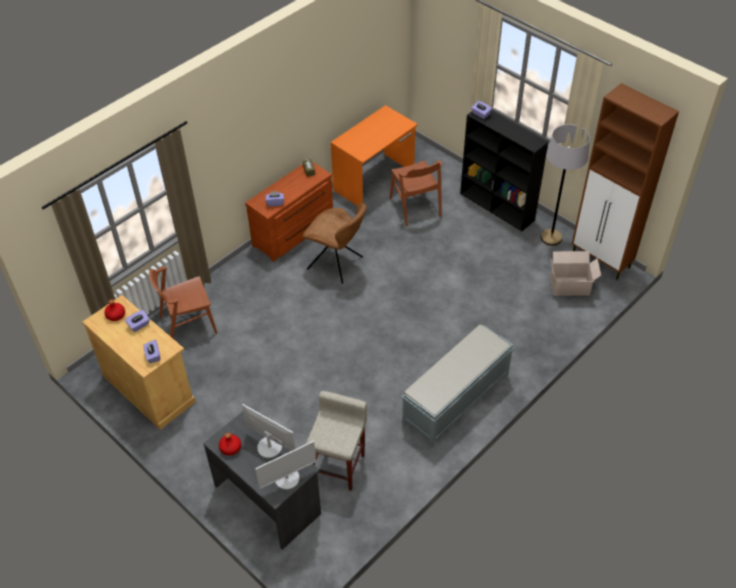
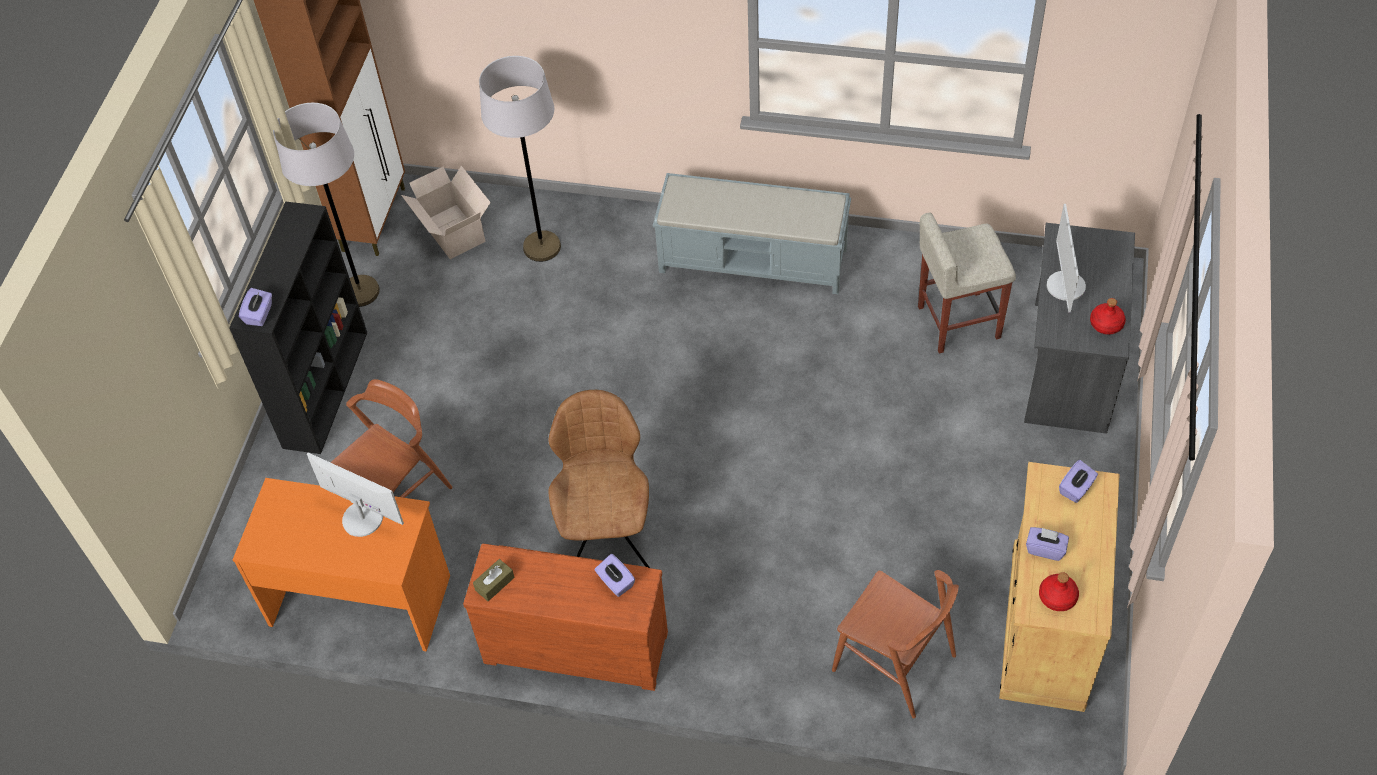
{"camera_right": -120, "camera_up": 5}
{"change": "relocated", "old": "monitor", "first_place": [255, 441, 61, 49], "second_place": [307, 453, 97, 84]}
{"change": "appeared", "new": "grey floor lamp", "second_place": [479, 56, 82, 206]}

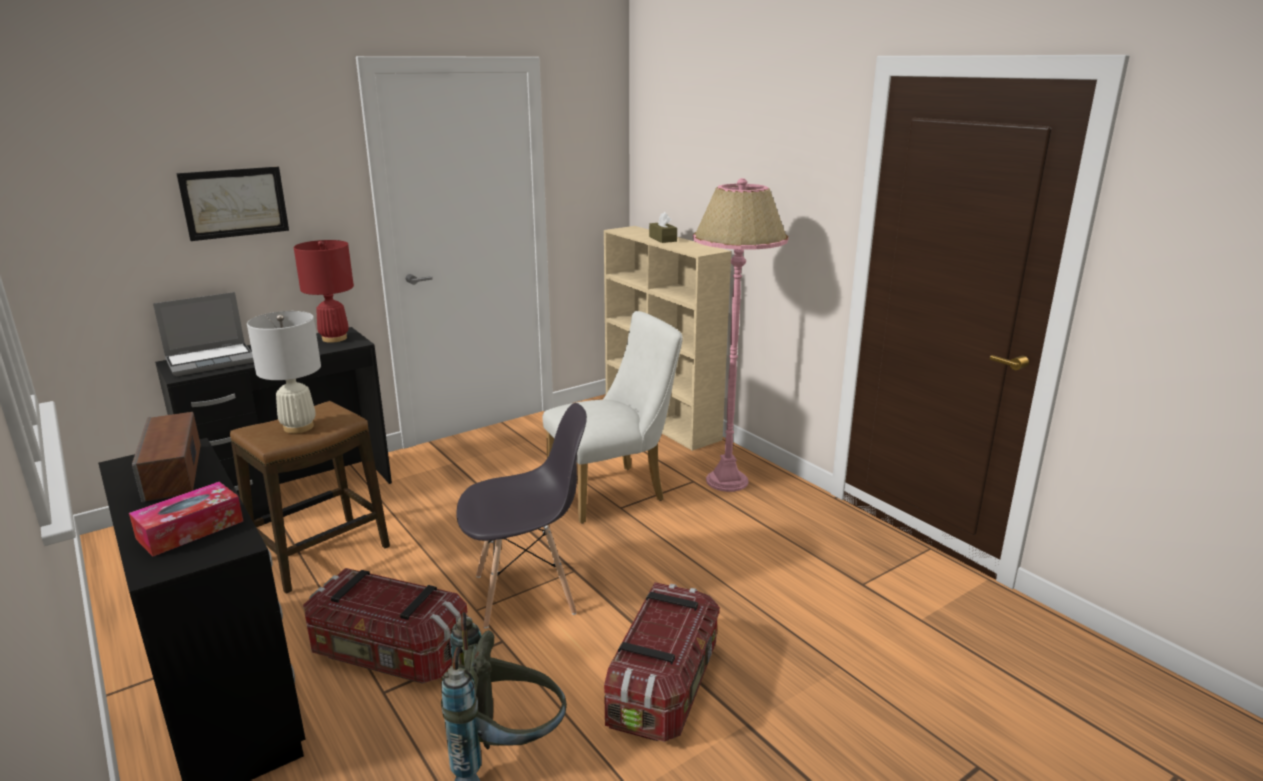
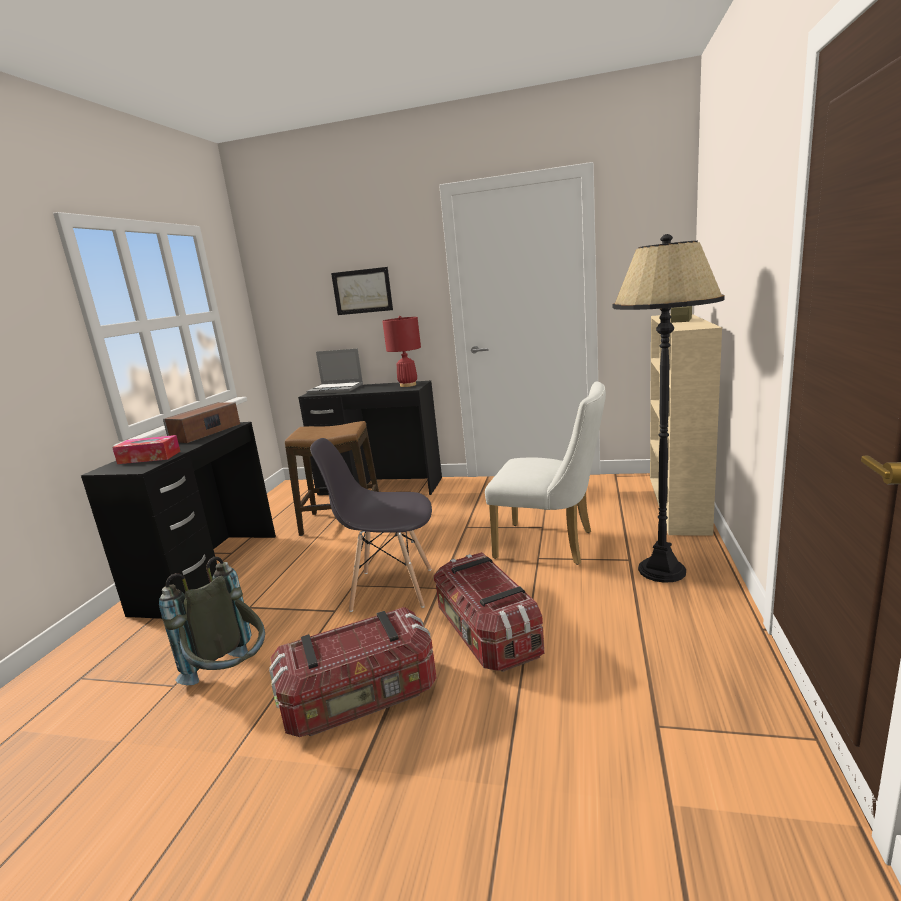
{"camera_right": 50, "camera_up": -5}
{"change": "colour", "old": "pink floor lamp", "new": "black floor lamp", "first_place": [693, 178, 95, 314], "second_place": [612, 234, 113, 349]}
{"change": "missing", "old": "white table lamp", "first_place": [247, 311, 74, 122]}
{"change": "spun", "old": "grey chair", "first_place": [456, 403, 131, 225], "second_place": [310, 438, 122, 174], "degrees": 150}
{"change": "relocated", "old": "storage box", "first_place": [303, 568, 165, 116], "second_place": [434, 552, 110, 120]}

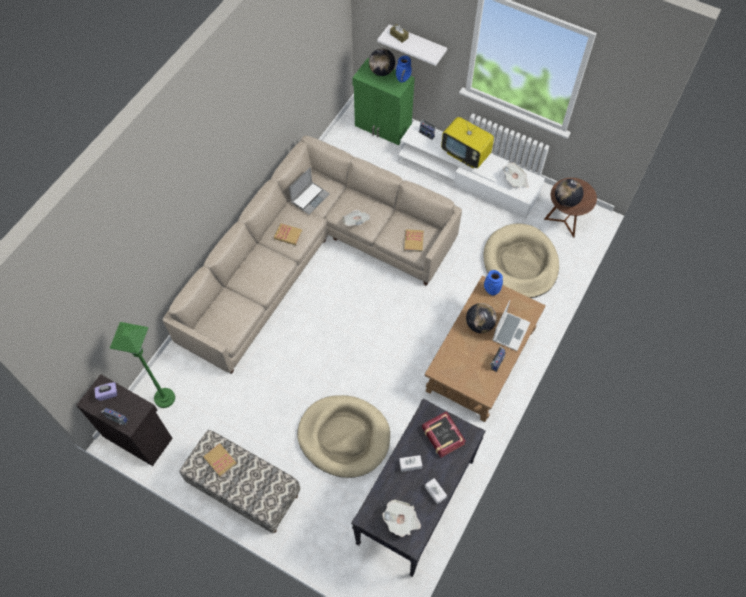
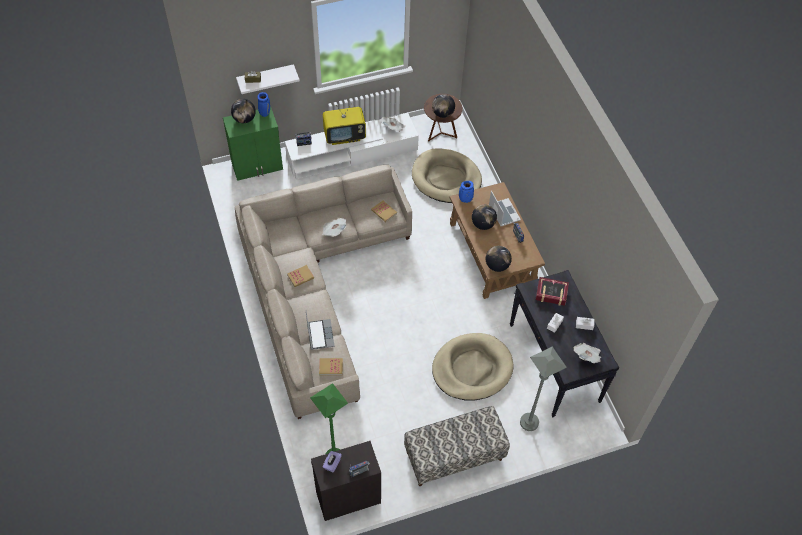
{"camera_right": -50, "camera_up": -5}
{"change": "relocated", "old": "laptop", "first_place": [289, 167, 41, 48], "second_place": [306, 311, 29, 39]}
{"change": "relocated", "old": "book", "first_place": [203, 443, 34, 34], "second_place": [319, 358, 24, 17]}
{"change": "appeared", "new": "globe", "second_place": [486, 246, 26, 26]}
{"change": "appeared", "new": "grey floor lamp", "second_place": [520, 347, 47, 84]}

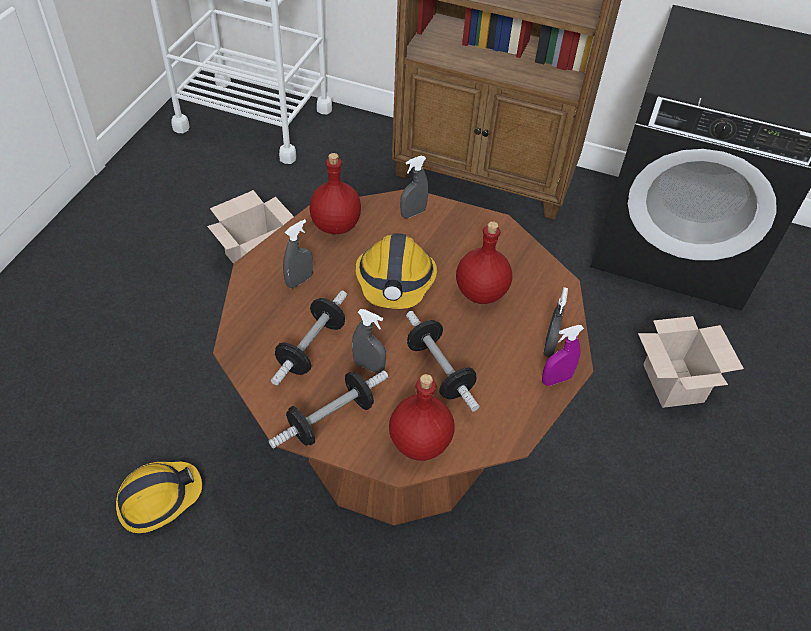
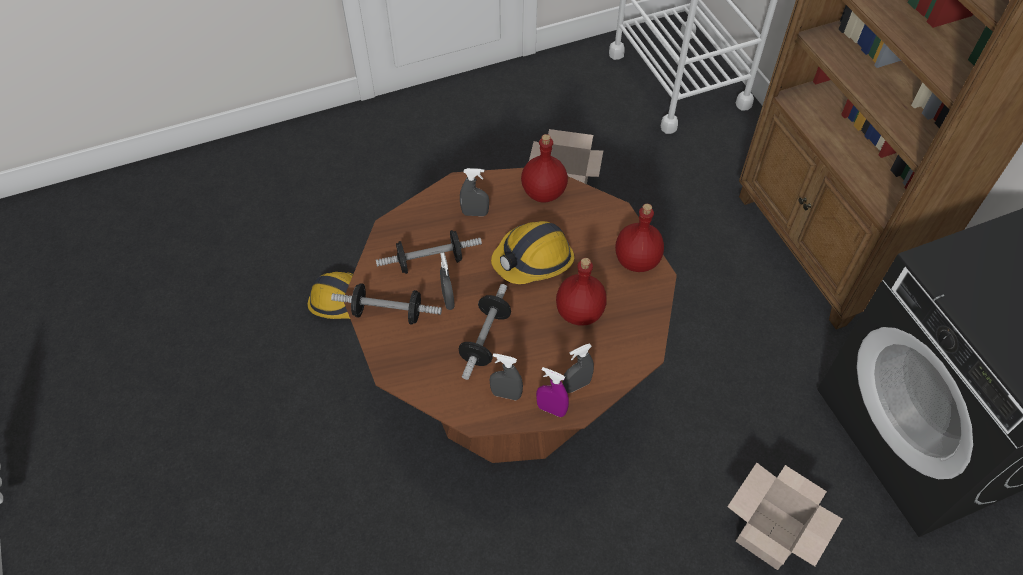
{"camera_right": 50, "camera_up": 5}
{"change": "relocated", "old": "grey spray bottle", "first_place": [400, 156, 28, 62], "second_place": [489, 353, 34, 47]}
{"change": "relocated", "old": "red bottle", "first_place": [389, 374, 66, 87], "second_place": [615, 204, 49, 68]}

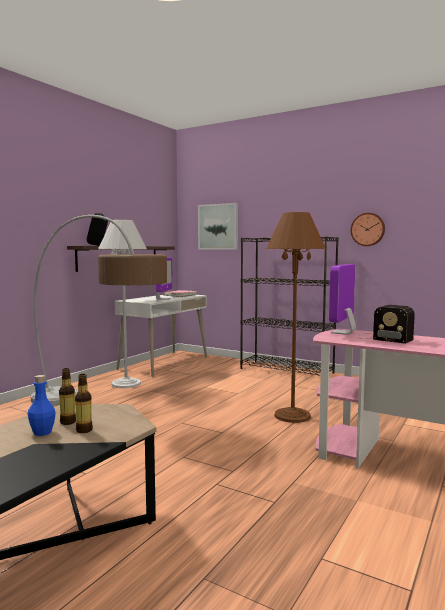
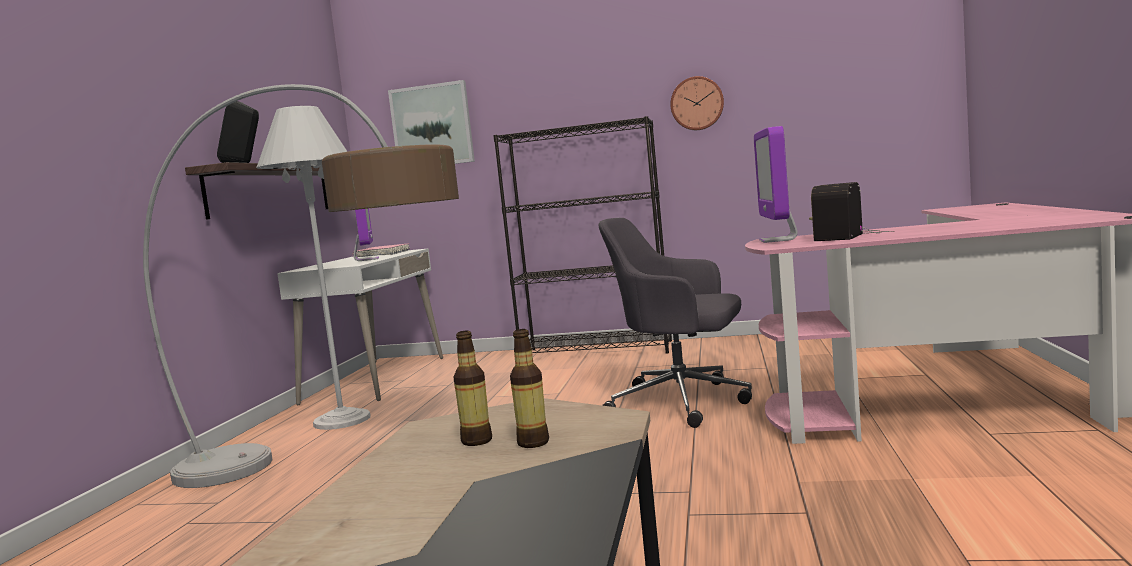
{"camera_right": -20, "camera_up": 0}
{"change": "exchanged", "old": "brown floor lamp", "new": "grey office chair", "first_place": [266, 212, 60, 211], "second_place": [599, 218, 153, 210]}
{"change": "spun", "old": "radio", "first_place": [357, 305, 58, 39], "second_place": [809, 182, 85, 59], "degrees": 105}
{"change": "missing", "old": "blue bottle", "first_place": [28, 375, 28, 61]}

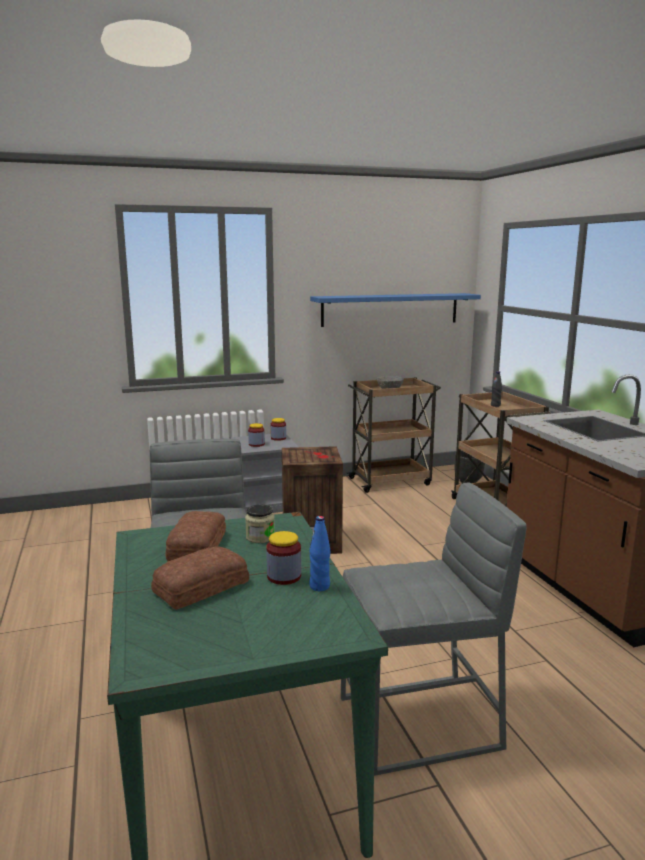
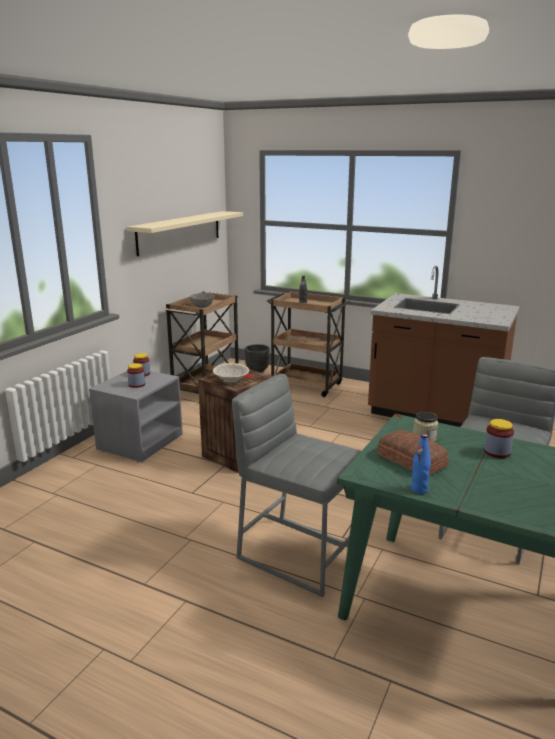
{"camera_right": -45, "camera_up": 5}
{"change": "colour", "old": "blue shelf", "new": "beige shelf", "first_place": [310, 293, 171, 34], "second_place": [127, 211, 116, 45]}
{"change": "relocated", "old": "blue bottle", "first_place": [309, 516, 21, 75], "second_place": [411, 434, 20, 60]}
{"change": "missing", "old": "bread", "first_place": [151, 546, 98, 64]}
{"change": "appeared", "new": "beige bowl", "second_place": [213, 363, 36, 20]}

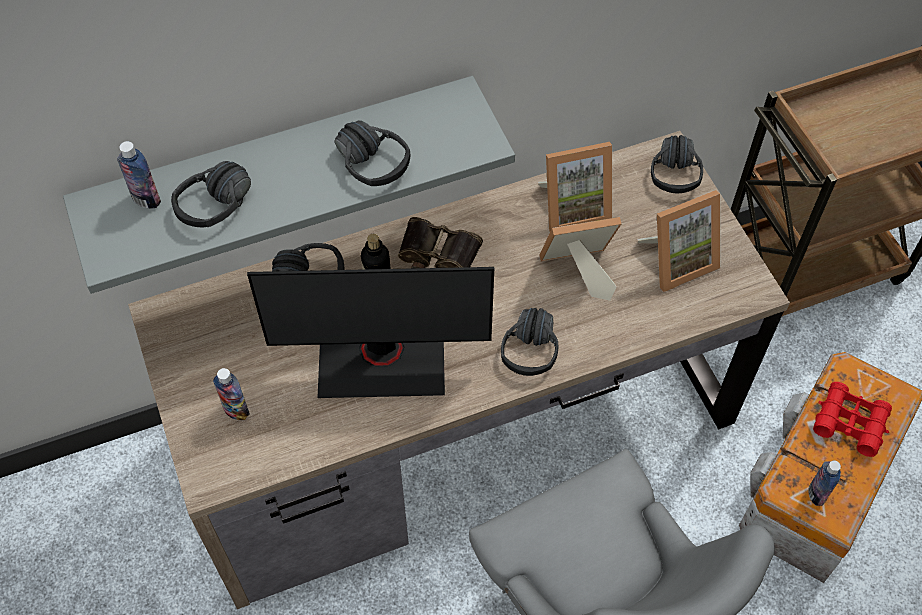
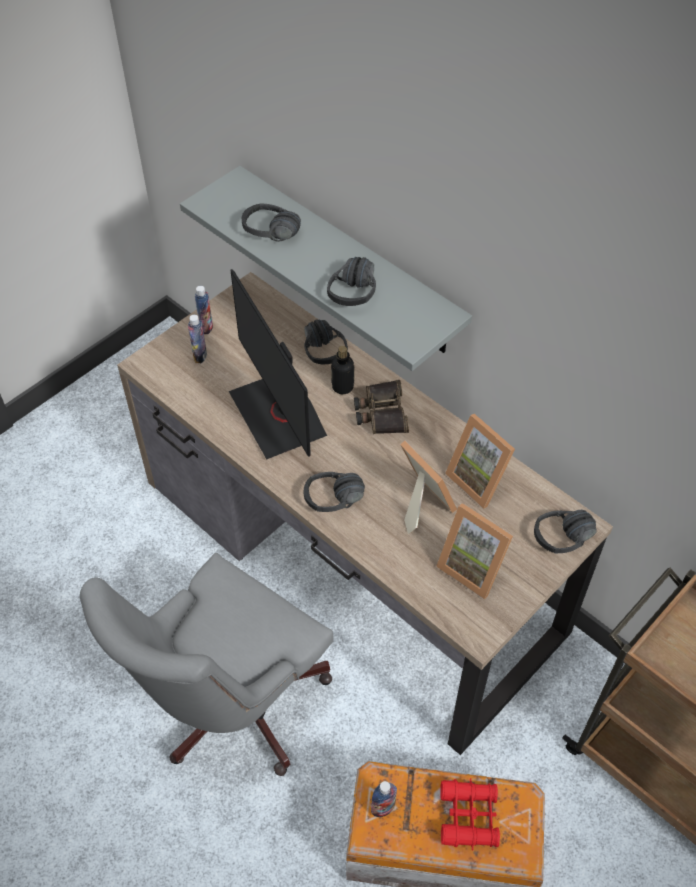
{"camera_right": 65, "camera_up": -5}
{"change": "relocated", "old": "bottle", "first_place": [117, 141, 44, 67], "second_place": [195, 286, 18, 48]}

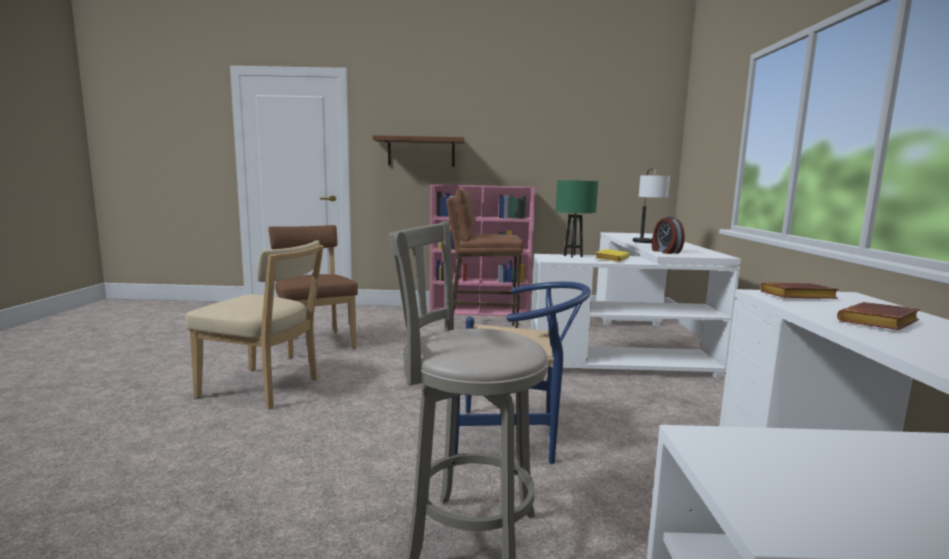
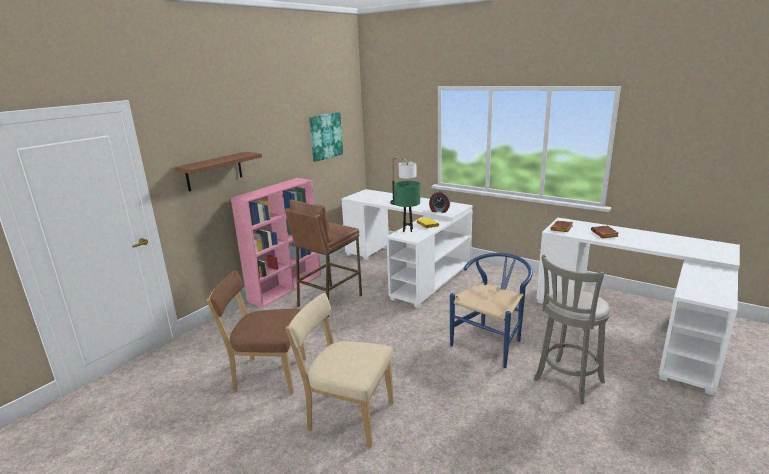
{"camera_right": -55, "camera_up": 10}
{"change": "spun", "old": "beige chair", "first_place": [185, 240, 139, 169], "second_place": [286, 293, 108, 155], "degrees": -120}
{"change": "appeared", "new": "picture", "second_place": [309, 112, 34, 50]}

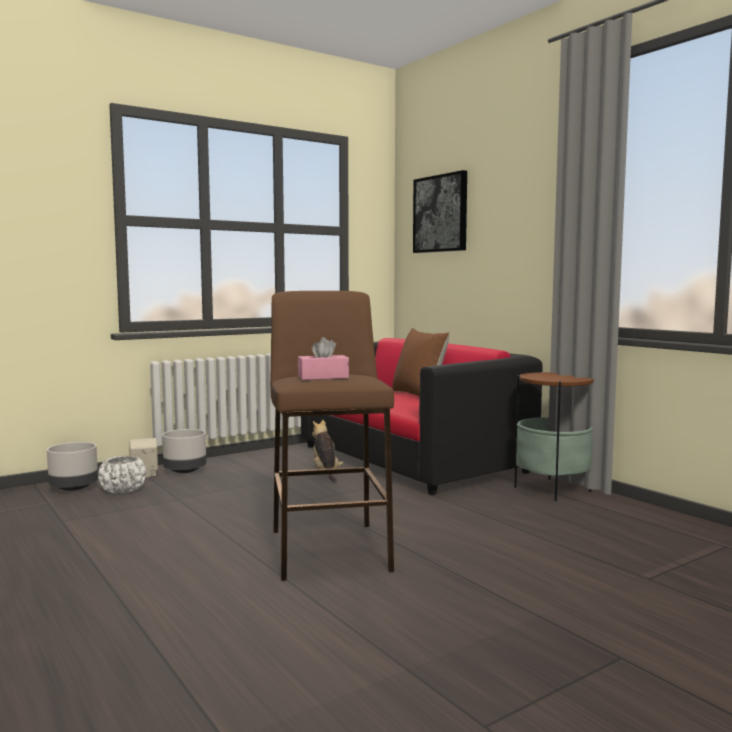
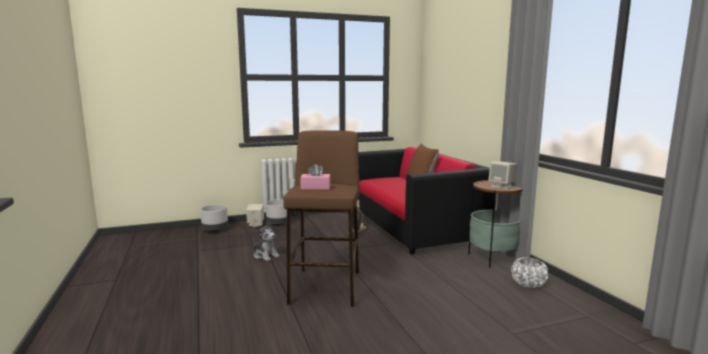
{"camera_right": 15, "camera_up": 5}
{"change": "missing", "old": "picture", "first_place": [413, 170, 54, 83]}
{"change": "relocated", "old": "white planter", "first_place": [98, 456, 48, 38], "second_place": [511, 257, 37, 31]}
{"change": "appeared", "new": "beige speaker", "second_place": [488, 161, 29, 28]}
{"change": "appeared", "new": "plush toy", "second_place": [253, 222, 27, 39]}

